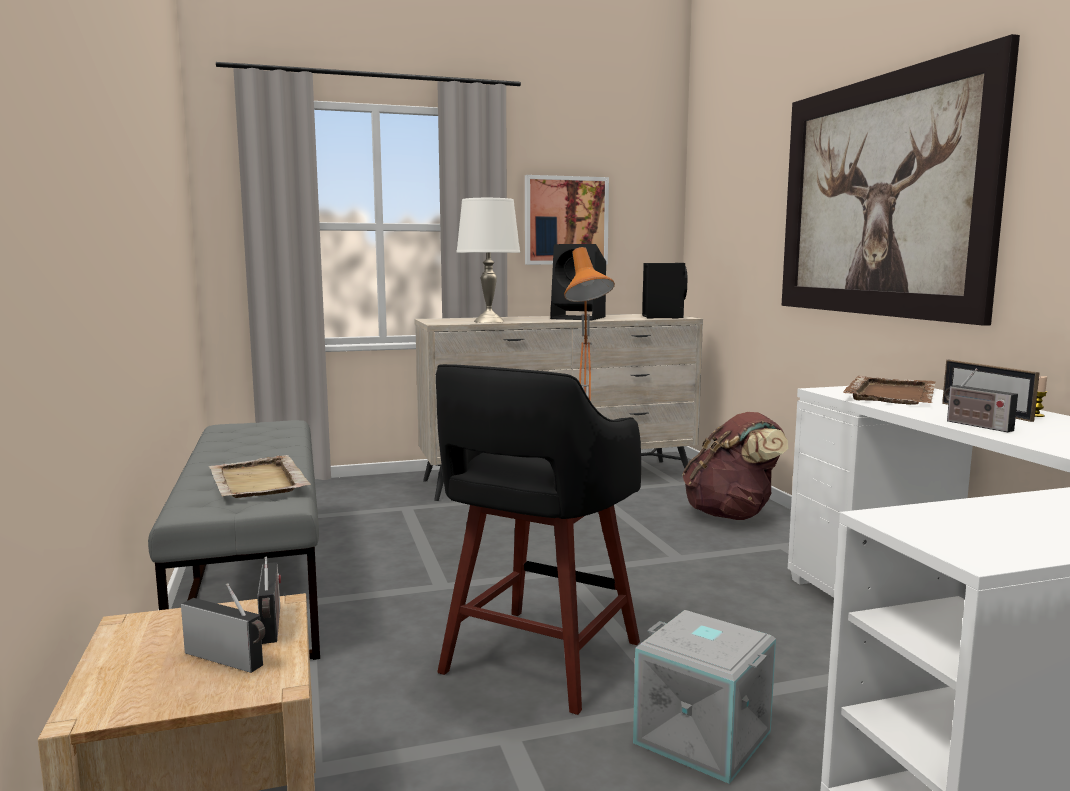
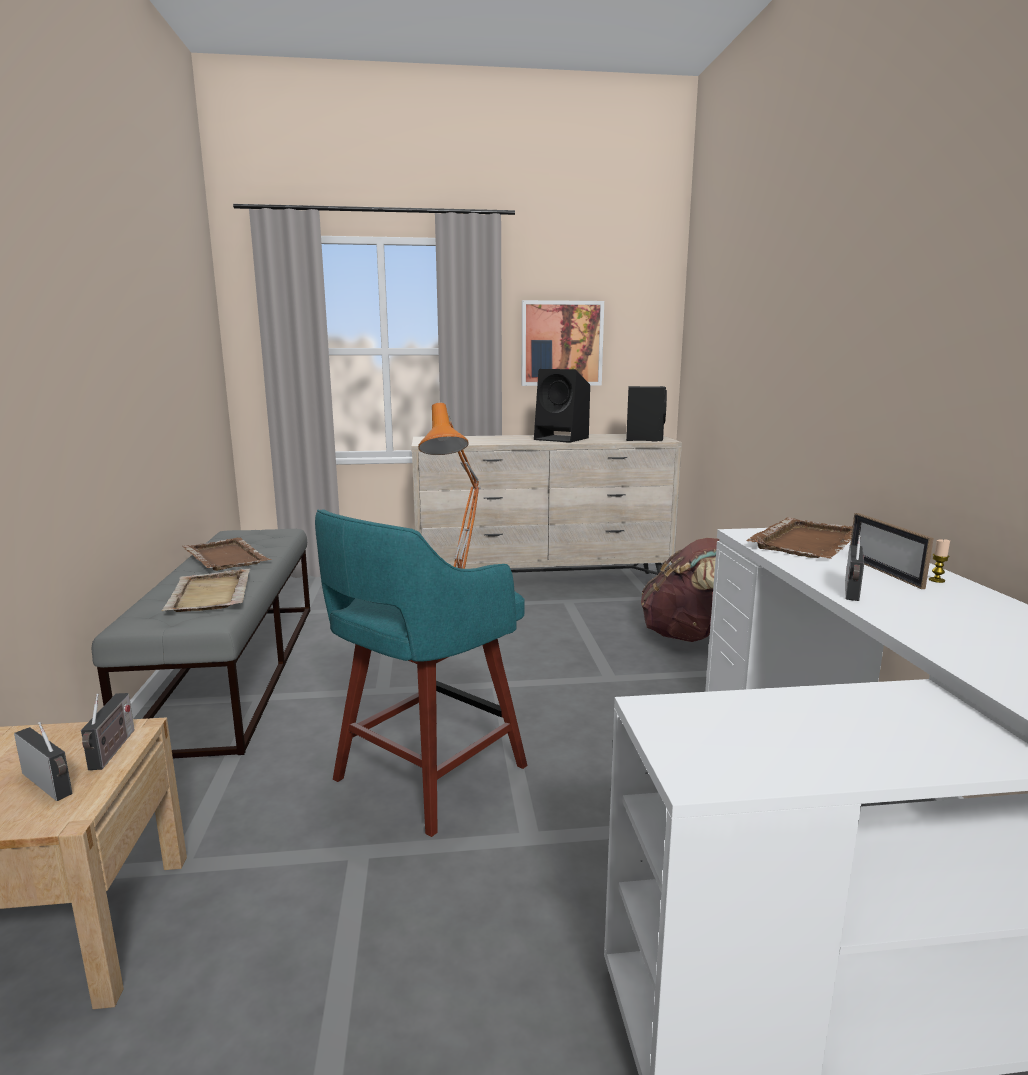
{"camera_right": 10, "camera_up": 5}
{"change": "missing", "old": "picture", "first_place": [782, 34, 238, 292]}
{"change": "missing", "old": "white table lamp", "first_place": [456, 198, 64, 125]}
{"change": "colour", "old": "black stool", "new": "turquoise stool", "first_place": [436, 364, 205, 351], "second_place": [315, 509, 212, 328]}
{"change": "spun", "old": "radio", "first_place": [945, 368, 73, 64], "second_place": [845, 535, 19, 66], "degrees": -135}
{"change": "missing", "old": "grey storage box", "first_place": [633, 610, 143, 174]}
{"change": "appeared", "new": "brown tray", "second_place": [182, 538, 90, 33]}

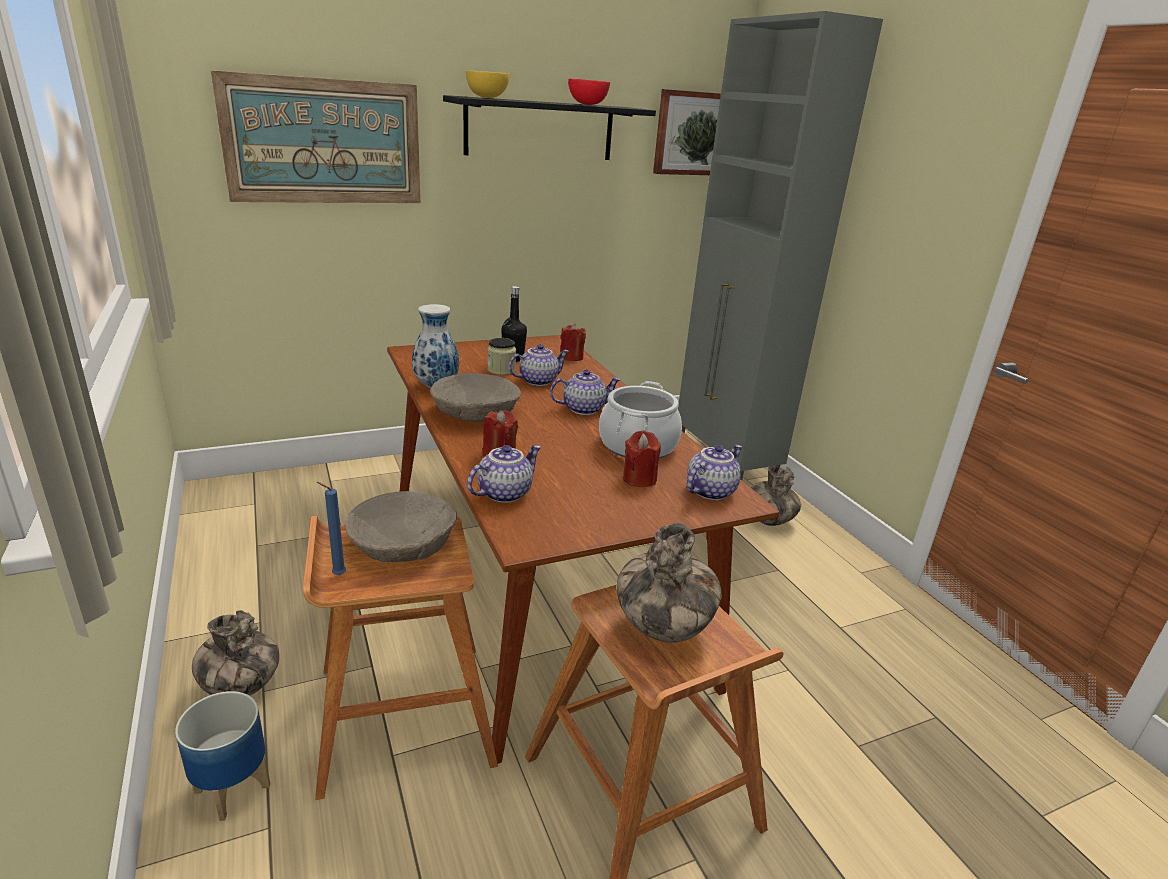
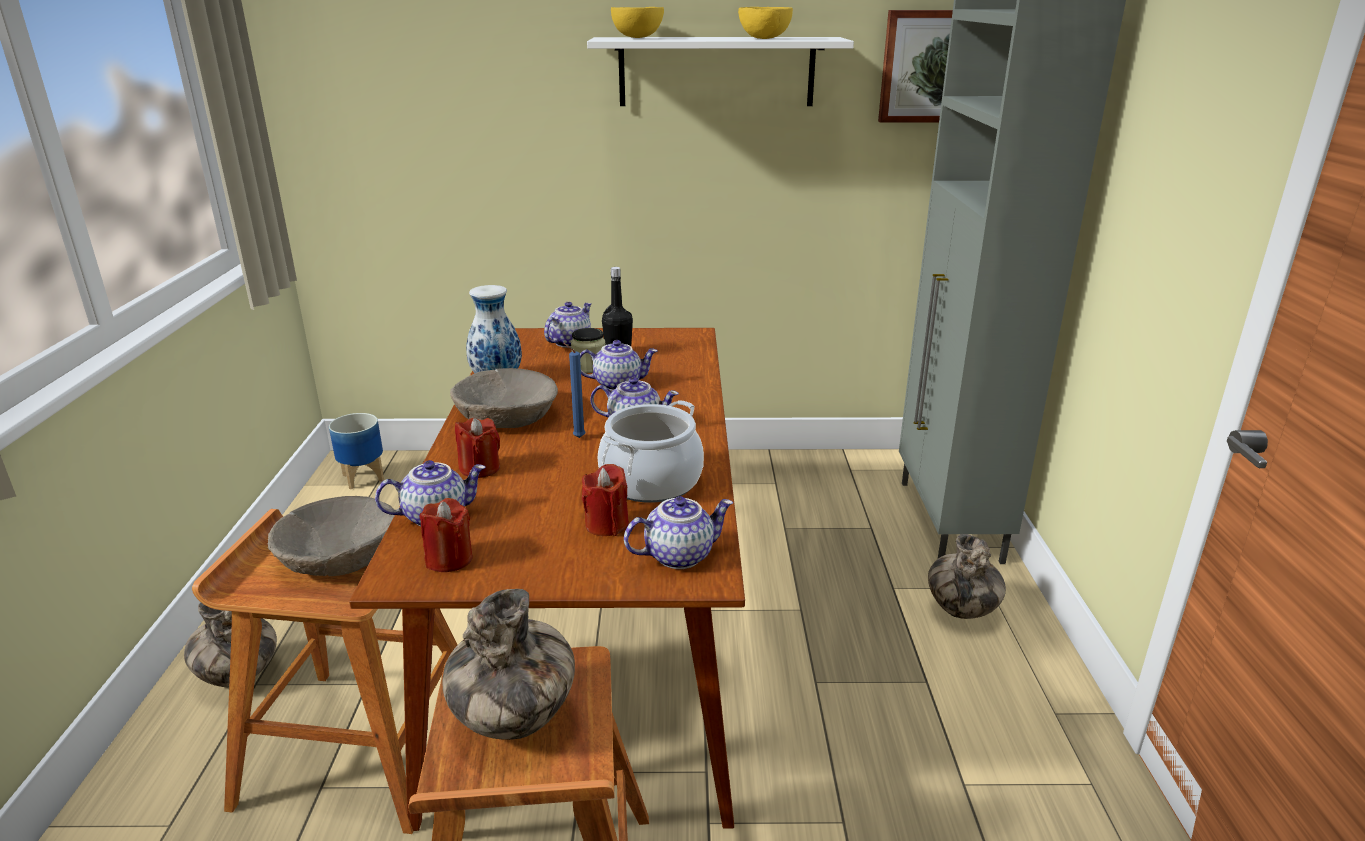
{"camera_right": 25, "camera_up": 0}
{"change": "missing", "old": "picture", "first_place": [211, 71, 210, 132]}
{"change": "colour", "old": "red bowl", "new": "yellow bowl", "first_place": [568, 78, 42, 27], "second_place": [738, 7, 55, 32]}
{"change": "colour", "old": "black shelf", "new": "white shelf", "first_place": [443, 95, 213, 65], "second_place": [587, 37, 267, 69]}
{"change": "relocated", "old": "red candle", "first_place": [560, 324, 26, 37], "second_place": [420, 498, 53, 74]}
{"change": "relocated", "old": "blue candle", "first_place": [317, 482, 29, 93], "second_place": [563, 343, 22, 95]}
{"change": "relocated", "old": "planter", "first_place": [175, 691, 95, 130], "second_place": [329, 413, 55, 76]}
{"change": "appeared", "new": "teapot", "second_place": [544, 302, 48, 46]}

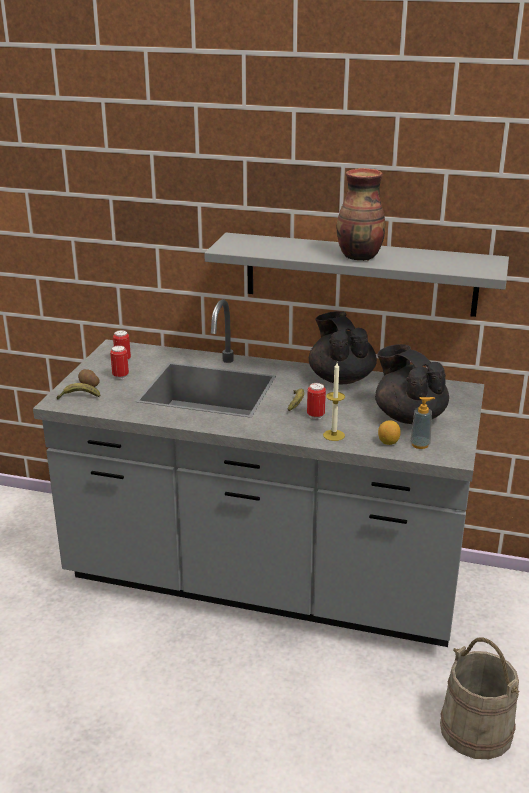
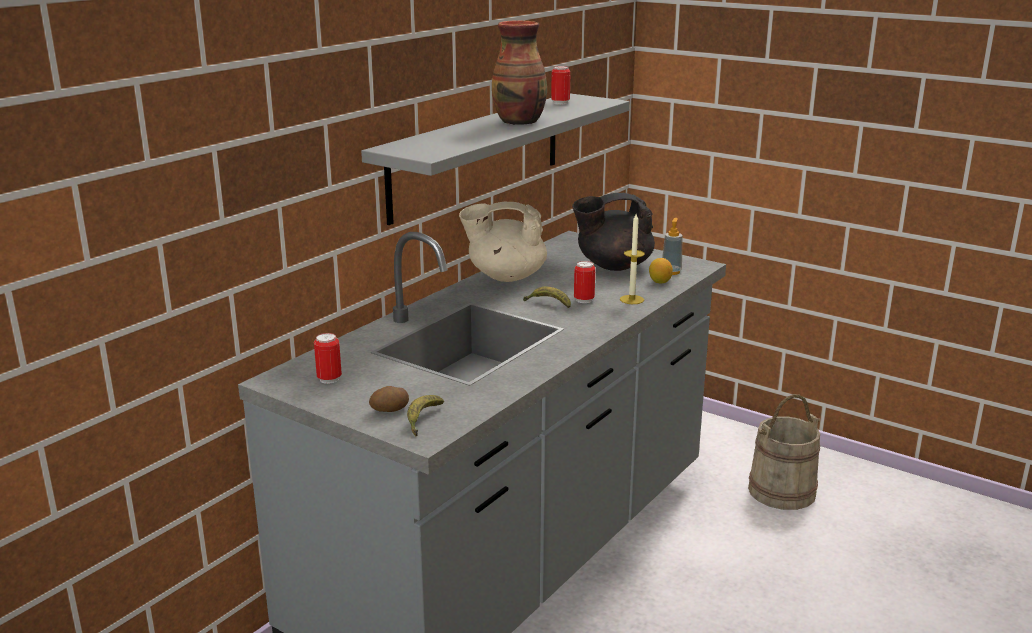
{"camera_right": -70, "camera_up": -5}
{"change": "colour", "old": "black teapot", "new": "beige teapot", "first_place": [309, 311, 68, 73], "second_place": [459, 202, 88, 80]}
{"change": "relocated", "old": "can", "first_place": [110, 345, 19, 34], "second_place": [551, 66, 19, 39]}

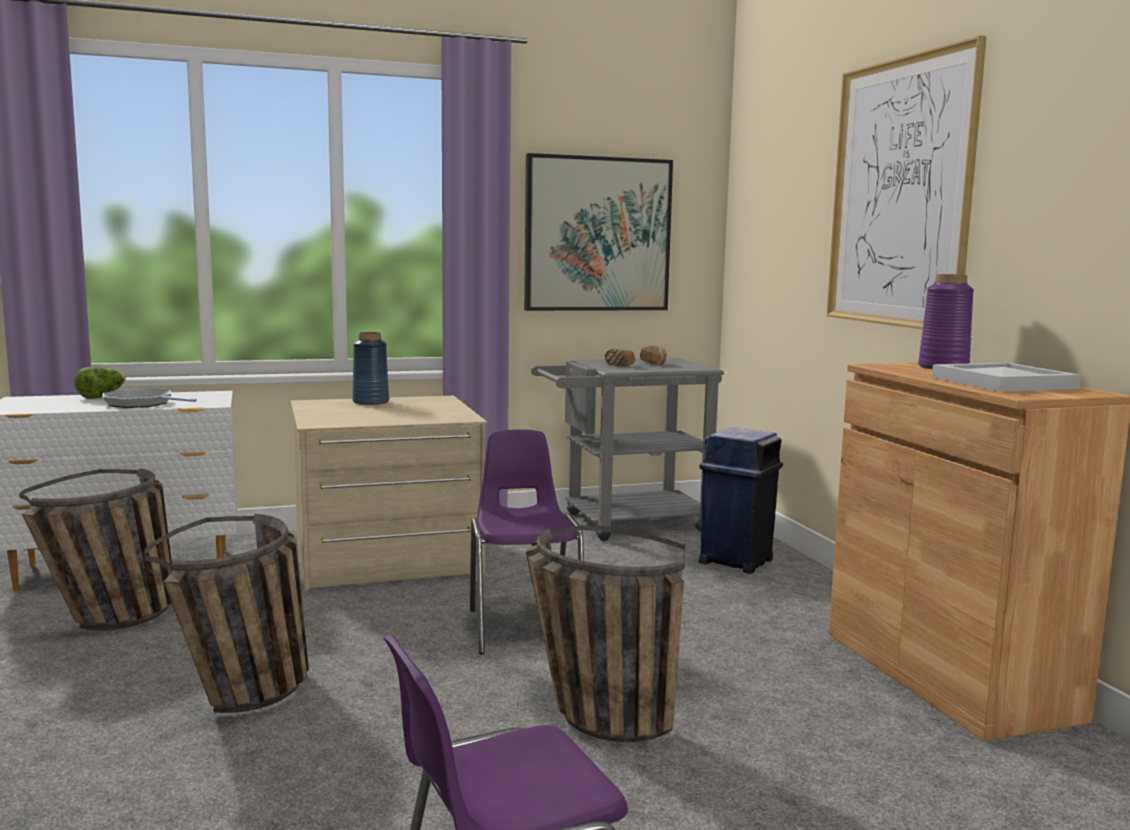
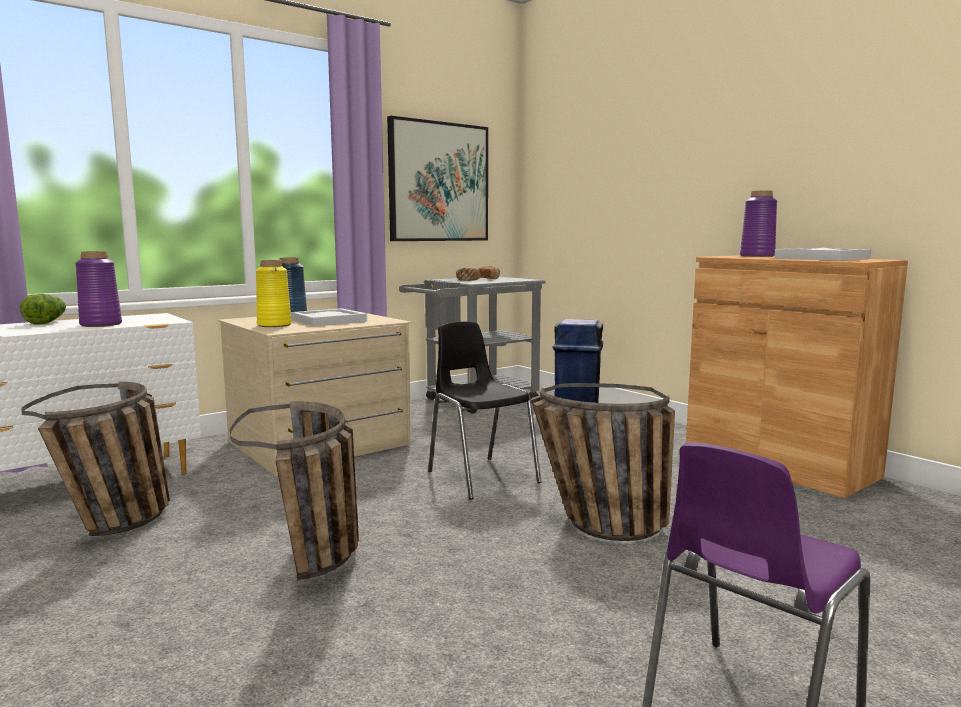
{"camera_right": -20, "camera_up": 0}
{"change": "missing", "old": "picture", "first_place": [827, 35, 160, 294]}
{"change": "exchanged", "old": "frying pan", "new": "purple vase", "first_place": [102, 388, 95, 20], "second_place": [75, 251, 47, 76]}
{"change": "colour", "old": "purple chair", "new": "black chair", "first_place": [470, 429, 114, 225], "second_place": [428, 322, 113, 178]}
{"change": "appeared", "new": "yellow vase", "second_place": [256, 260, 36, 67]}
{"change": "appeared", "new": "white tray", "second_place": [291, 308, 76, 18]}

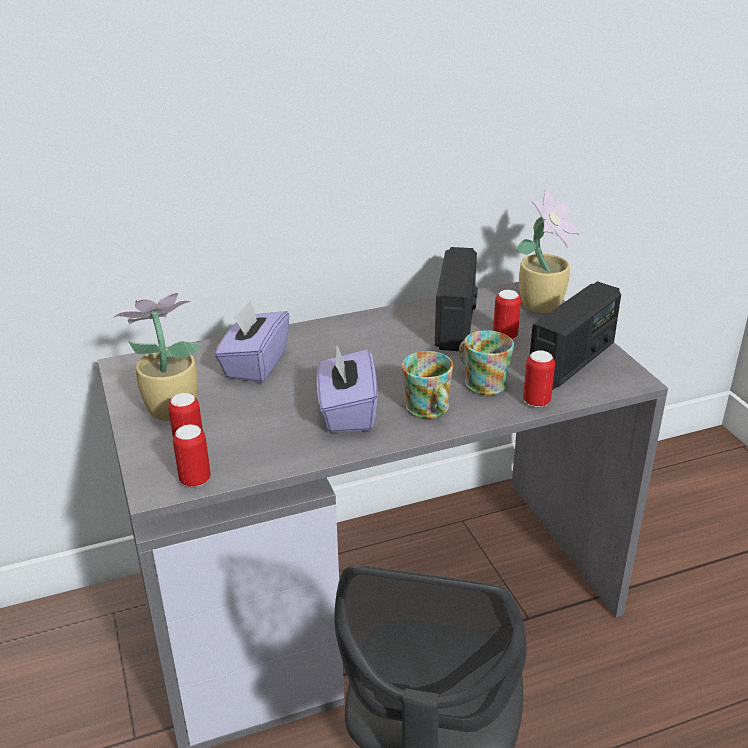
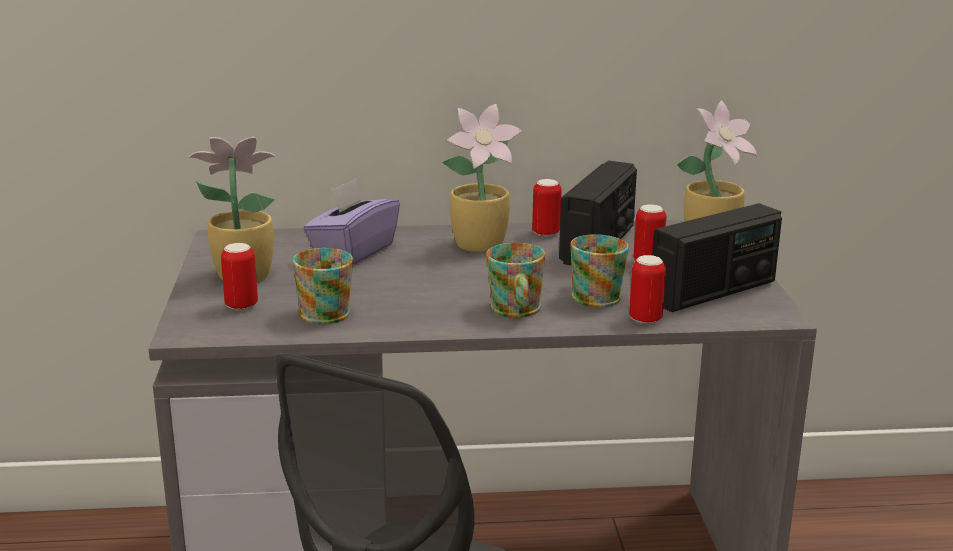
{"camera_right": 15, "camera_up": -10}
{"change": "missing", "old": "purple tissue box", "first_place": [317, 346, 61, 87]}
{"change": "relocated", "old": "can", "first_place": [173, 425, 38, 62], "second_place": [532, 179, 30, 58]}
{"change": "appeared", "new": "potted plant", "second_place": [442, 104, 80, 148]}
{"change": "appeared", "new": "mug", "second_place": [292, 248, 61, 76]}

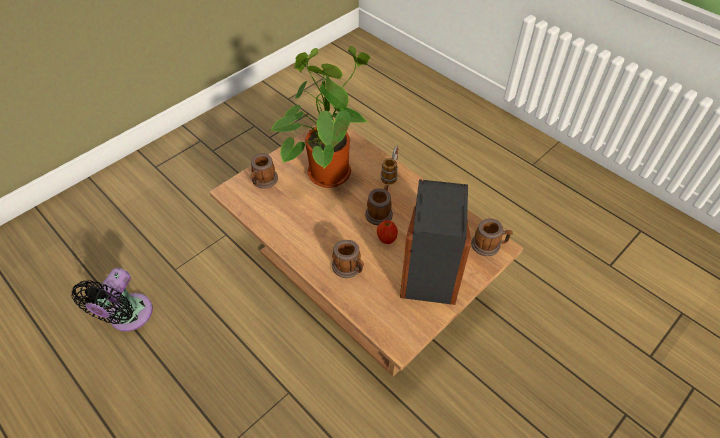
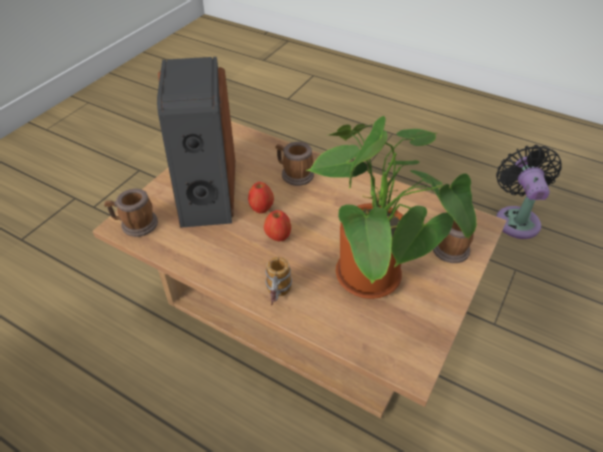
{"camera_right": 165, "camera_up": -5}
{"change": "exchanged", "old": "mug", "new": "apple", "first_place": [365, 185, 28, 40], "second_place": [264, 210, 27, 32]}

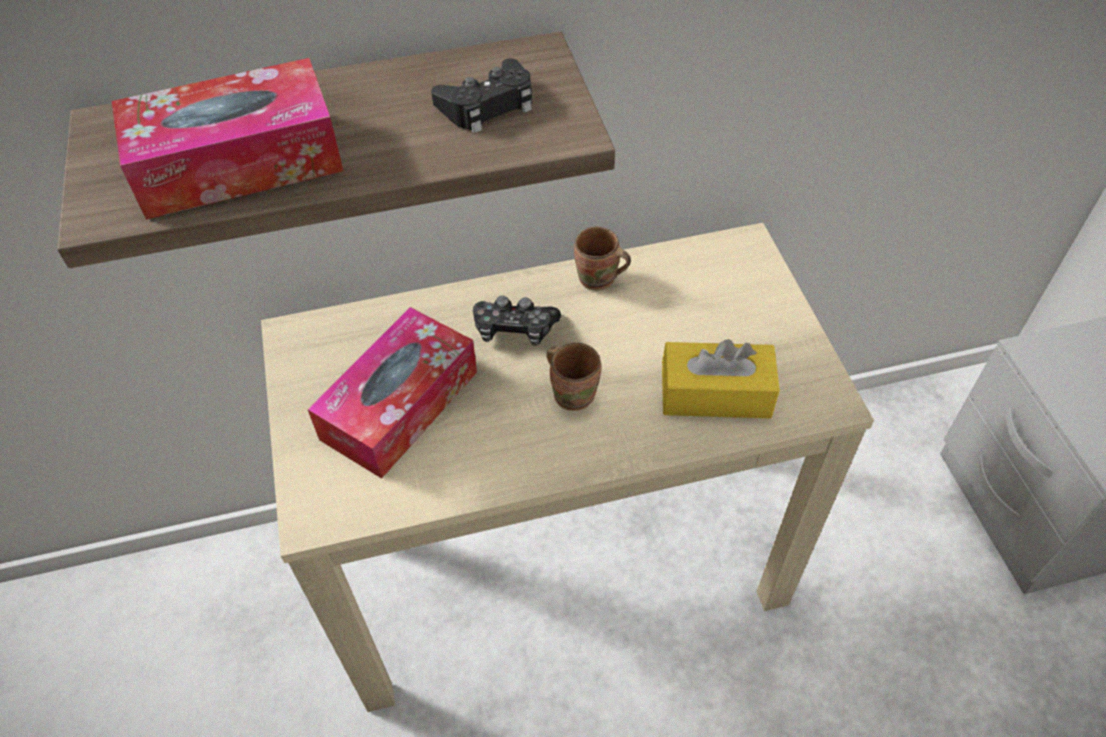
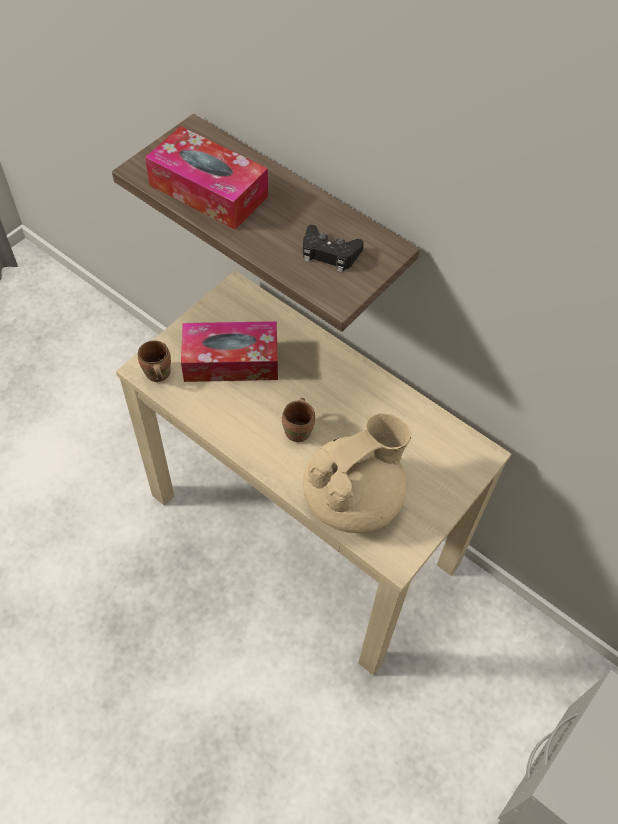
{"camera_right": 50, "camera_up": 5}
{"change": "relocated", "old": "brown mug", "first_place": [574, 226, 57, 64], "second_place": [138, 340, 33, 42]}
{"change": "missing", "old": "game controller", "first_place": [473, 296, 88, 50]}
{"change": "exchanged", "old": "yellow tissue box", "new": "beige teapot", "first_place": [662, 339, 118, 79], "second_place": [303, 413, 108, 120]}

